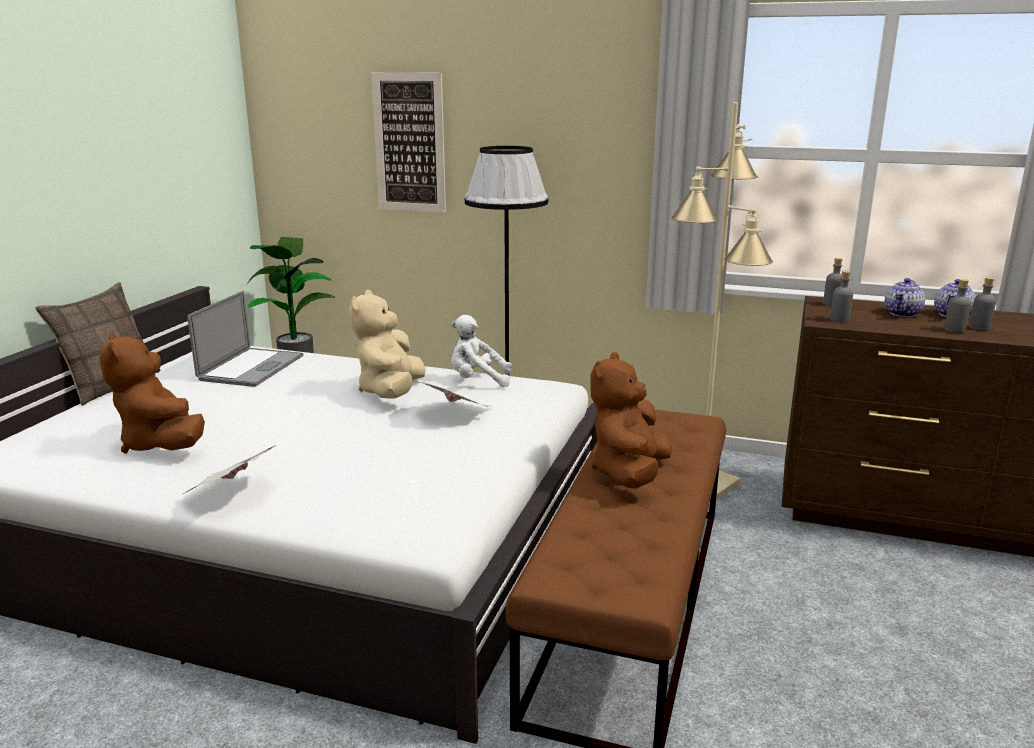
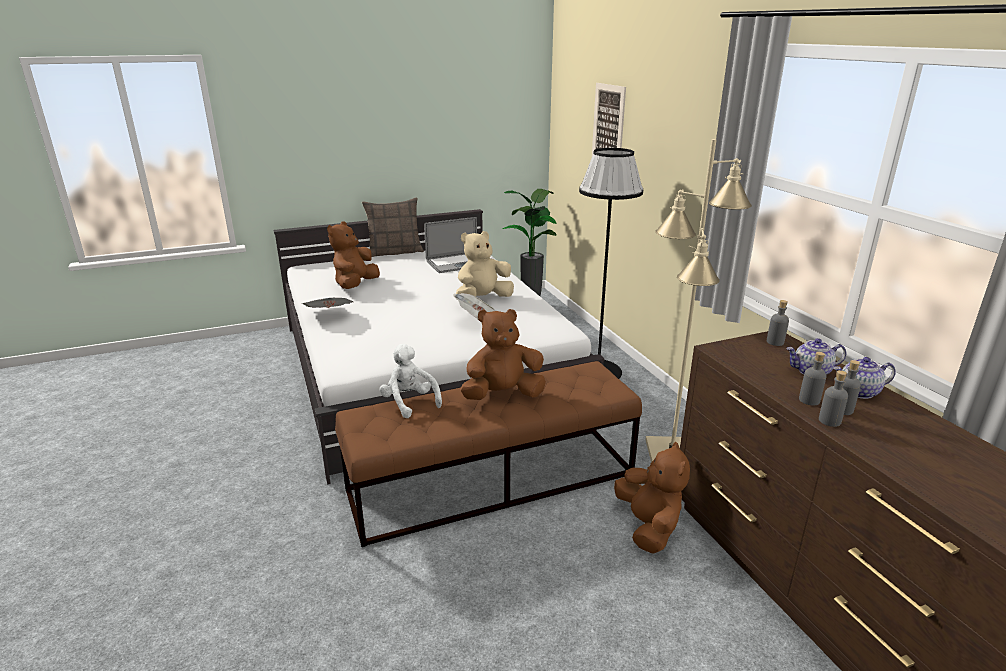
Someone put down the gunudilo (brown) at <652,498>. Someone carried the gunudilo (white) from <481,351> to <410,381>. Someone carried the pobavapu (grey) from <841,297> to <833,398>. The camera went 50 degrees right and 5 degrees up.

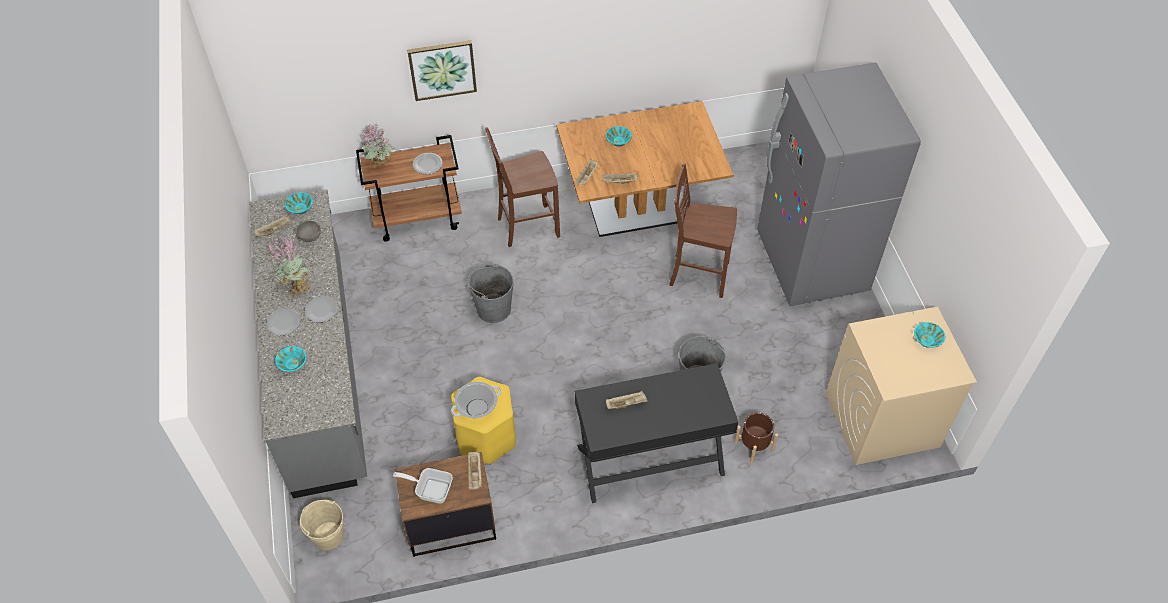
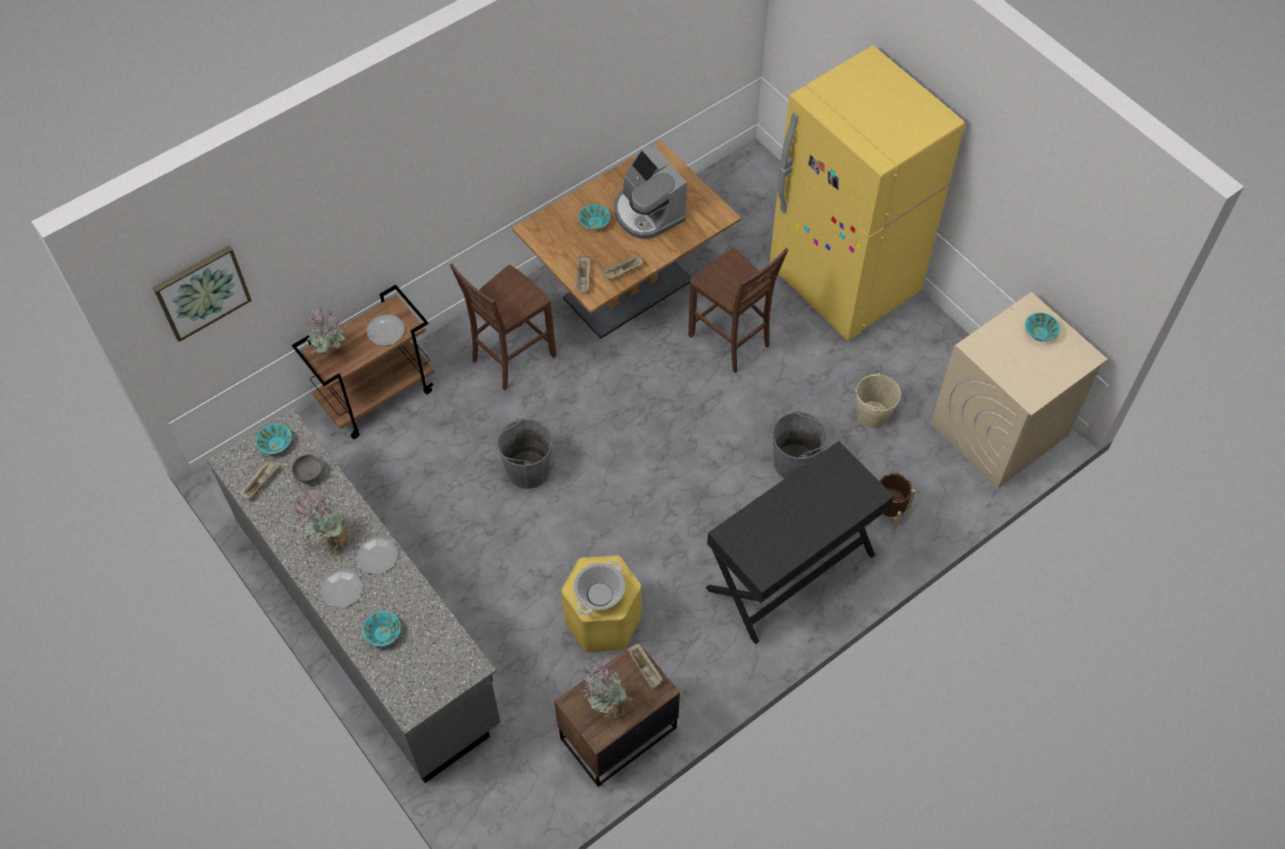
Someone took away the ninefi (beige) at <626,400>. Someone put down the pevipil at <650,192>. Someone carried the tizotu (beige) from <322,525> to <878,400>. Someone carried the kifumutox from <442,70> to <202,293>. Someone swapped the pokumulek at <423,486> for the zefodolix at <606,693>. Someone repainted the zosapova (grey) at <839,184>, which became the zosapova (yellow) at <867,193>. Someone rotated the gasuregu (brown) at <703,230> by 120 degrees counterclockwise. The camera went 25 degrees left and 5 degrees up.

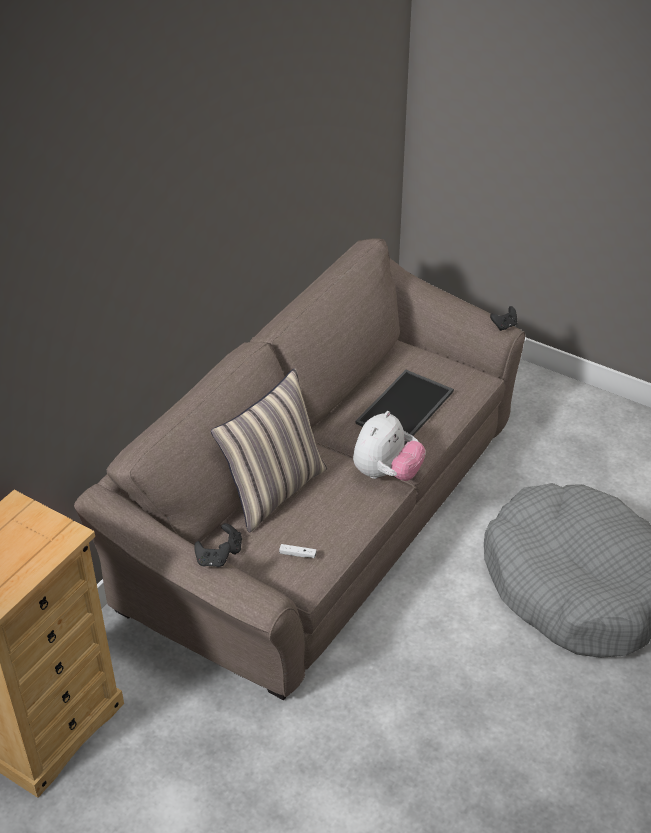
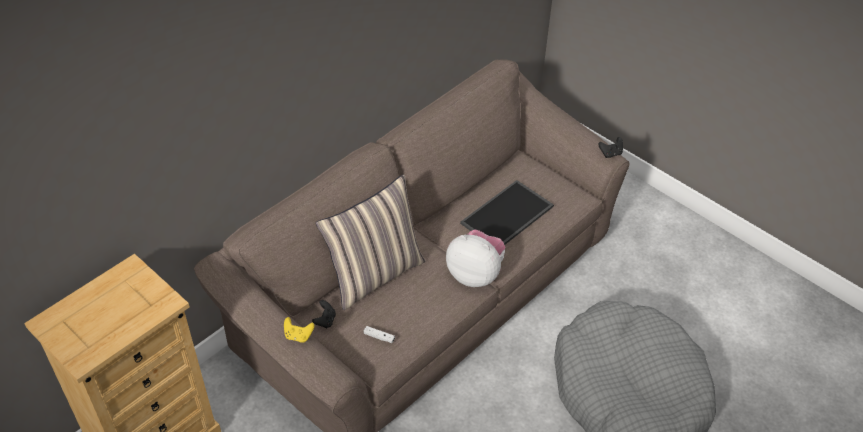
Someone repainted the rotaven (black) at <212,554>, which became the rotaven (yellow) at <299,330>. Someone rotated the gunudilo at <389,446> by 105 degrees counterclockwise. The camera went 10 degrees right and 5 degrees up.

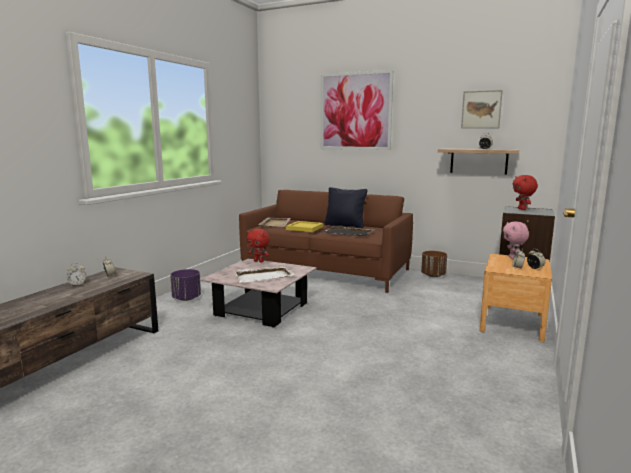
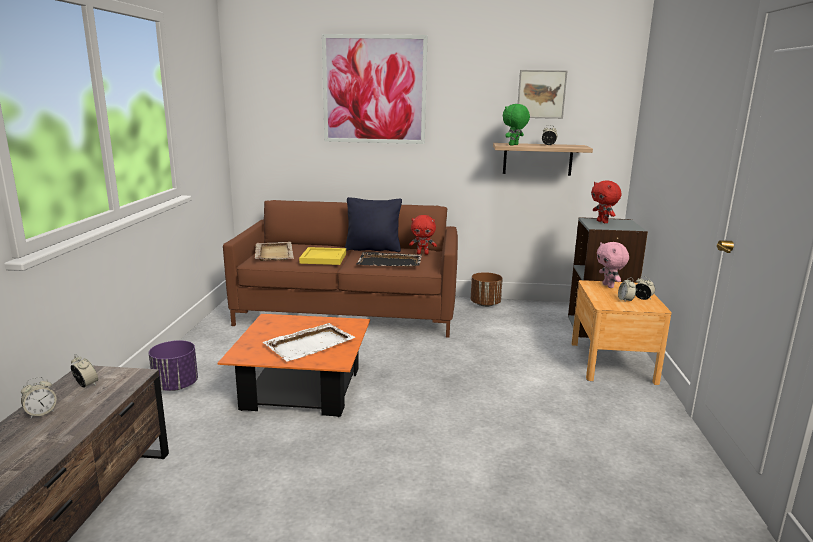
Someone put down the gunudilo (green) at <516,125>. Someone carried the gunudilo (red) from <258,246> to <423,235>. Someone repainted the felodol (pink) at <258,293>, which became the felodol (orange) at <293,365>. The camera went 20 degrees left and 5 degrees up.

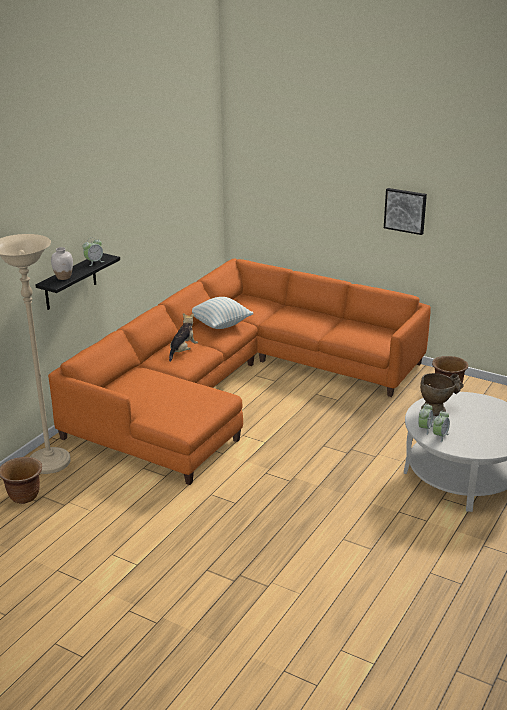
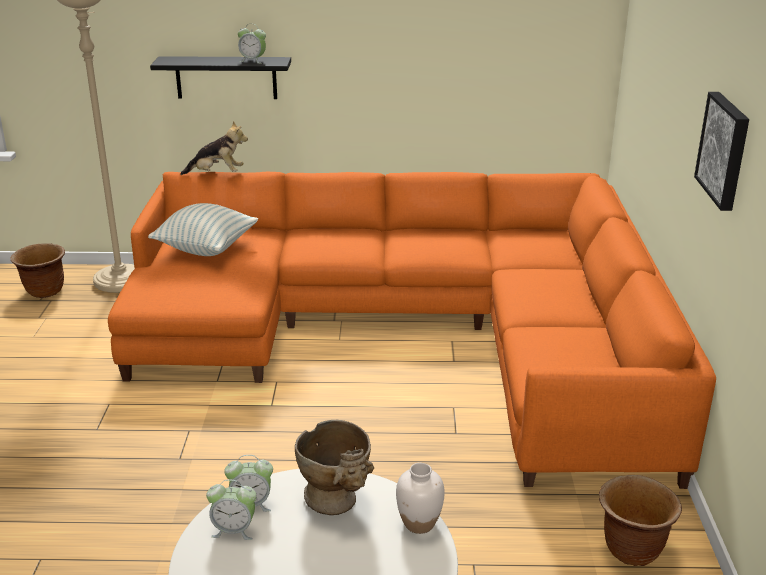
Someone carried the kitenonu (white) from <62,263> to <420,498>. Someone carried the gunudilo from <183,337> to <214,148>. Someone carried the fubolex from <222,313> to <203,229>. The camera went 60 degrees right and 0 degrees up.

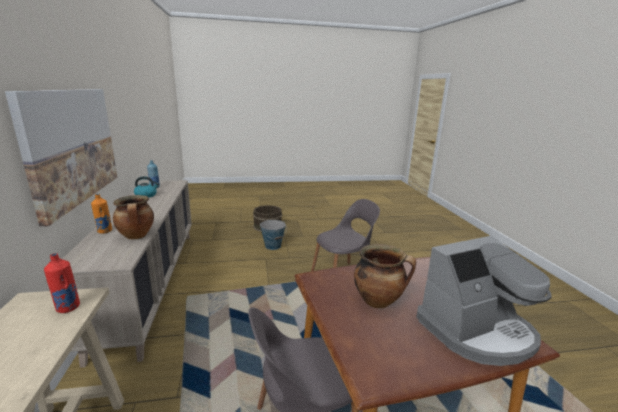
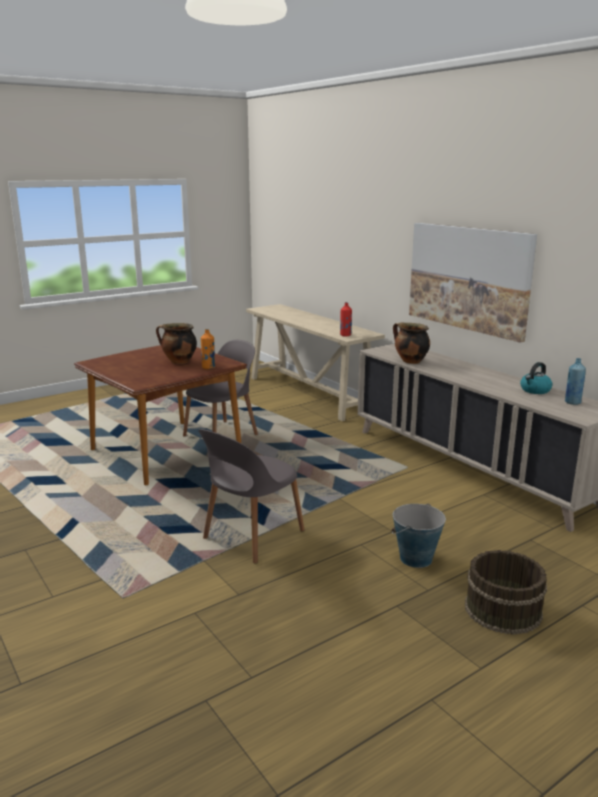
Someone took away the pevipil at <484,301>. Someone carried the pobavapu (orange) from <101,214> to <208,349>. The camera went 155 degrees right and 0 degrees up.

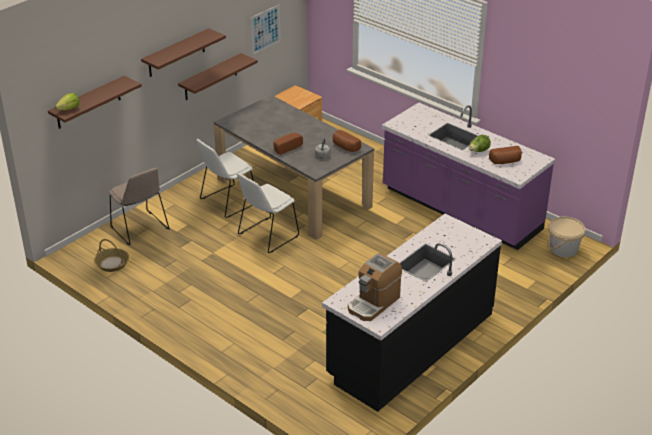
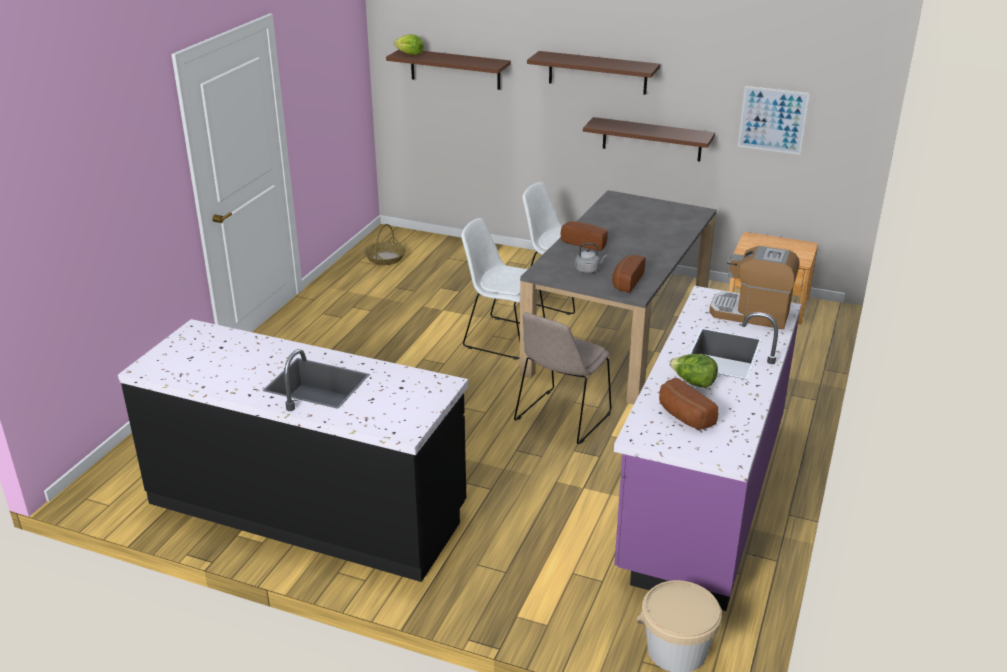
Someone carried the gasuregu (beige) from <139,206> to <562,378>. Someone carried the pevipil from <375,287> to <754,287>. The camera went 70 degrees right and 5 degrees down.

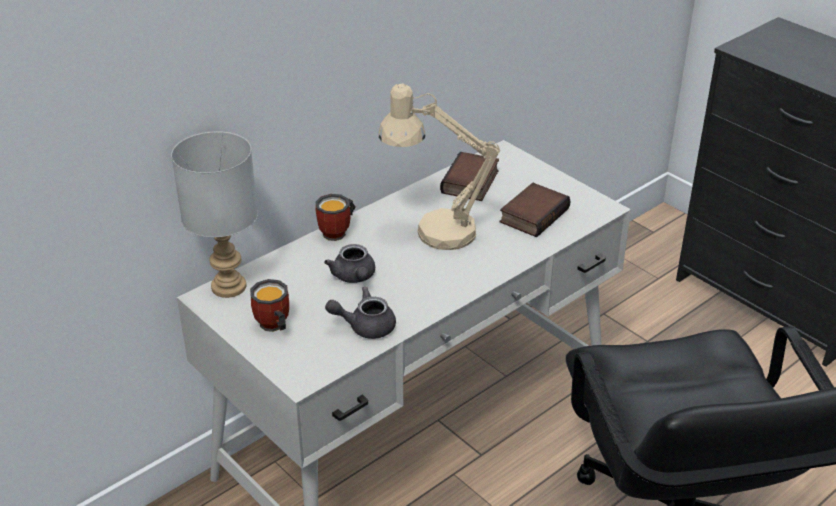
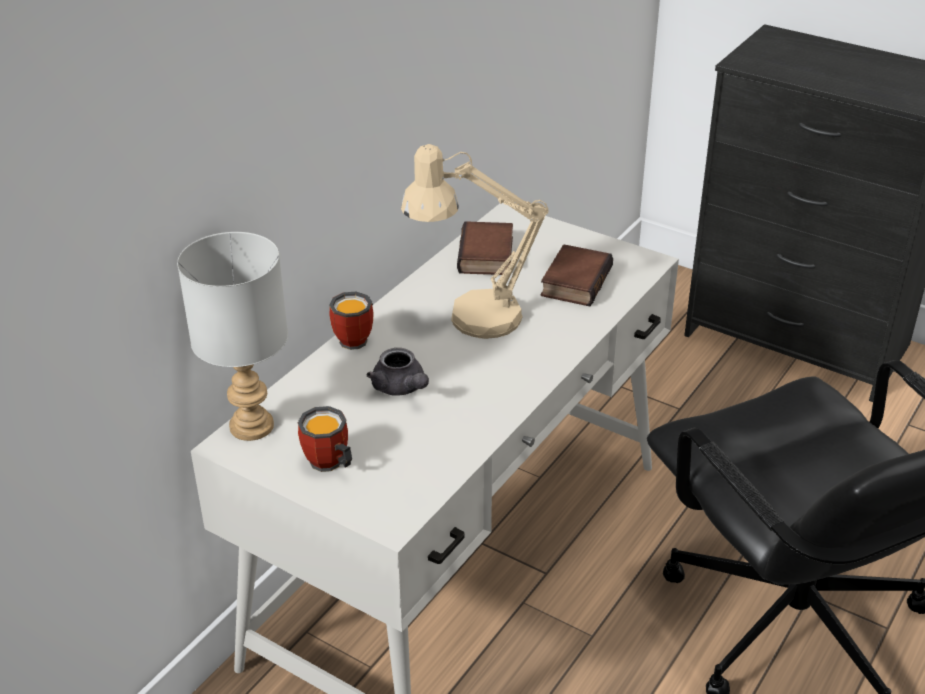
Someone took away the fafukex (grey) at <360,313>. The camera went 15 degrees left and 0 degrees up.

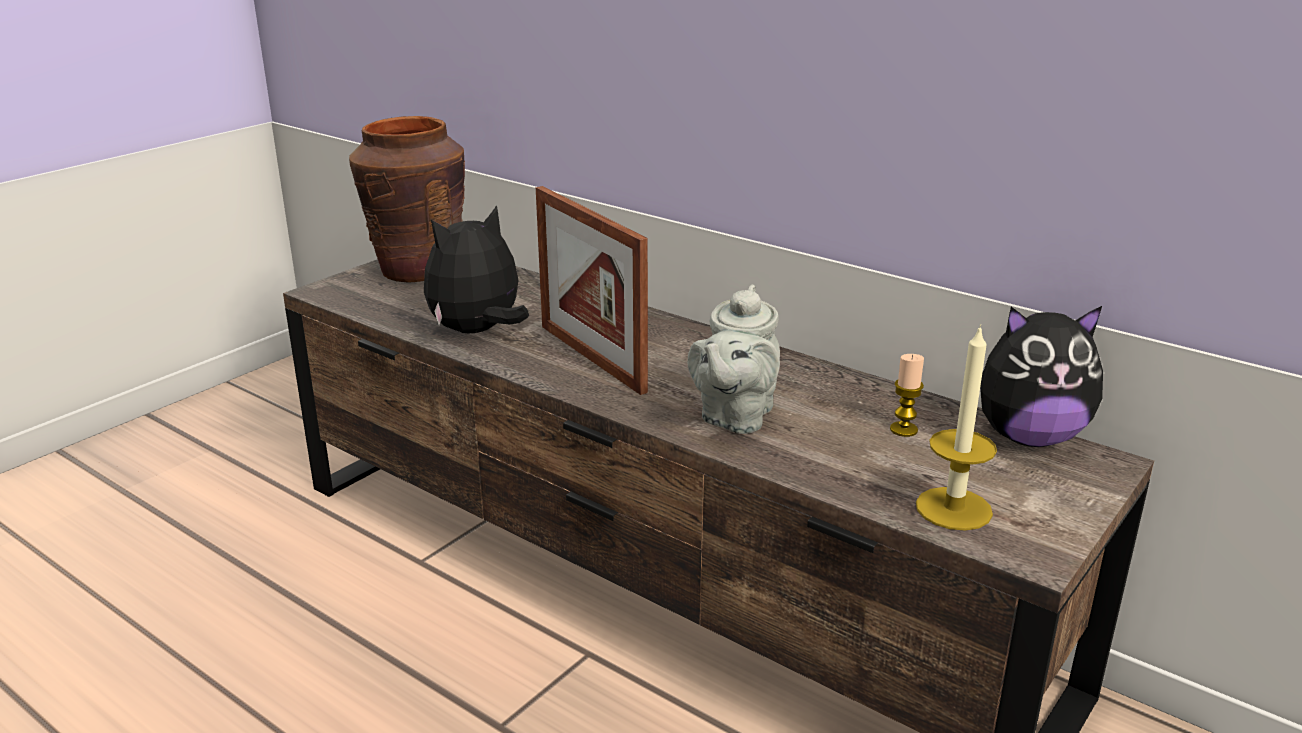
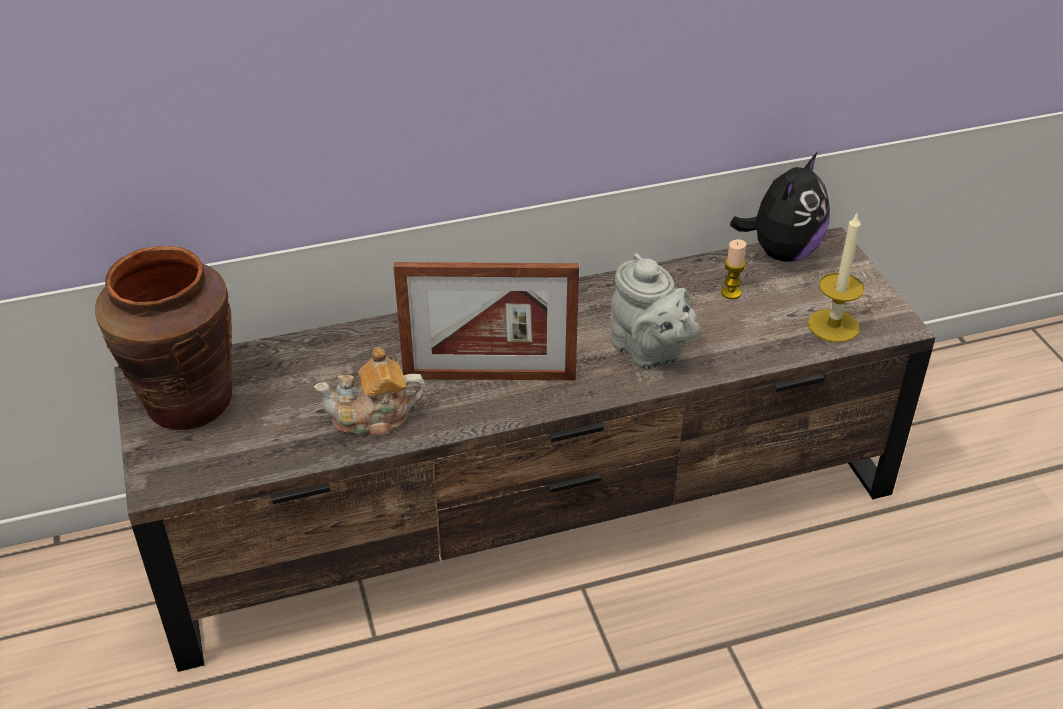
Someone swapped the gunudilo at <476,270> for the fafukex at <369,391>. The camera went 55 degrees left and 15 degrees up.

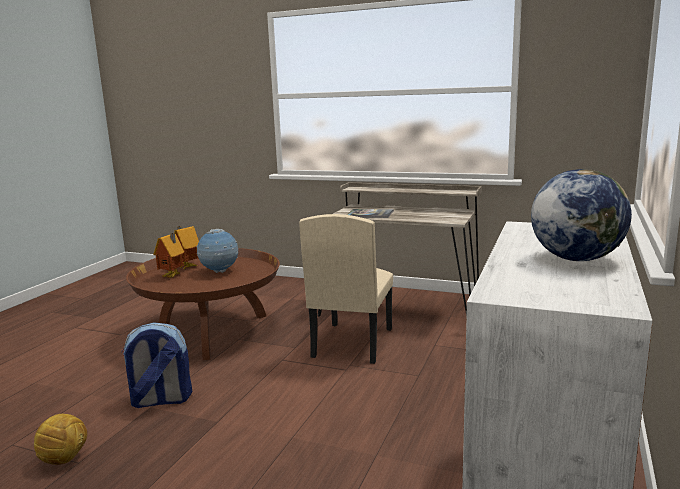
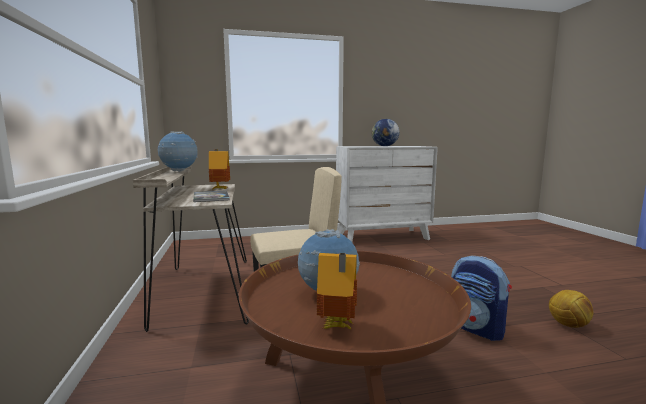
Someone put down the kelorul at <178,152>. Someone carried the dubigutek from <168,255> to <219,169>. The camera went 125 degrees left and 5 degrees down.

